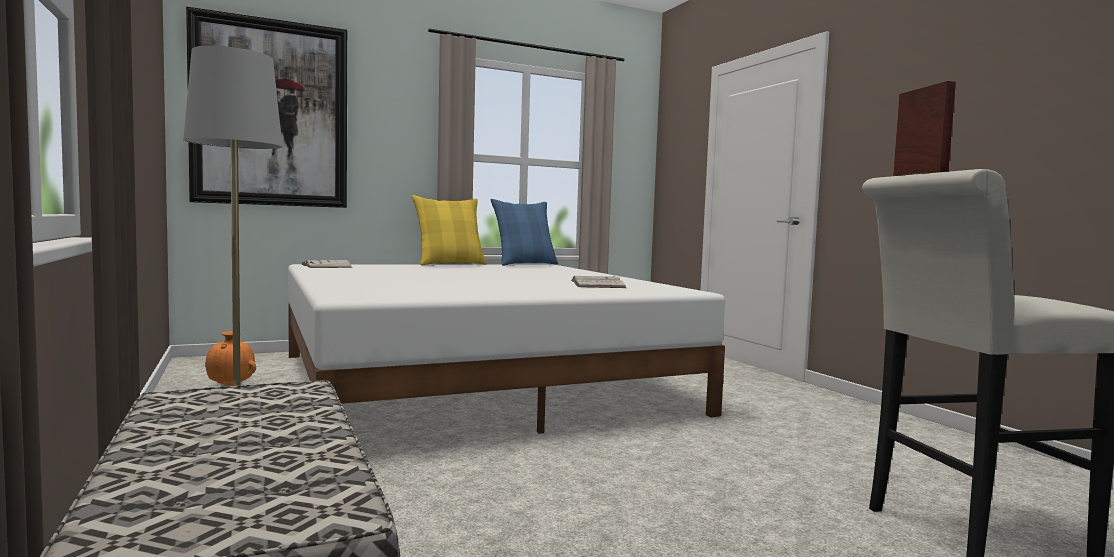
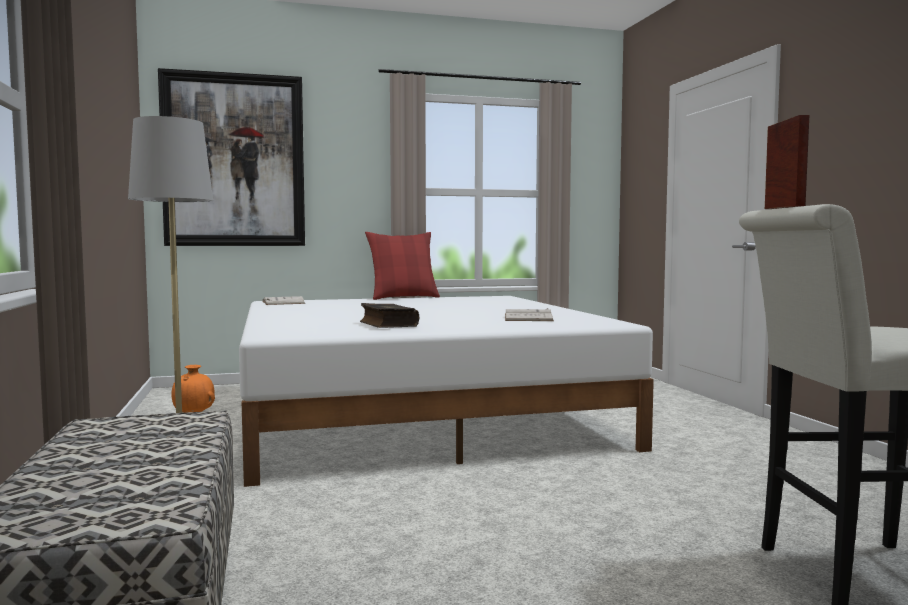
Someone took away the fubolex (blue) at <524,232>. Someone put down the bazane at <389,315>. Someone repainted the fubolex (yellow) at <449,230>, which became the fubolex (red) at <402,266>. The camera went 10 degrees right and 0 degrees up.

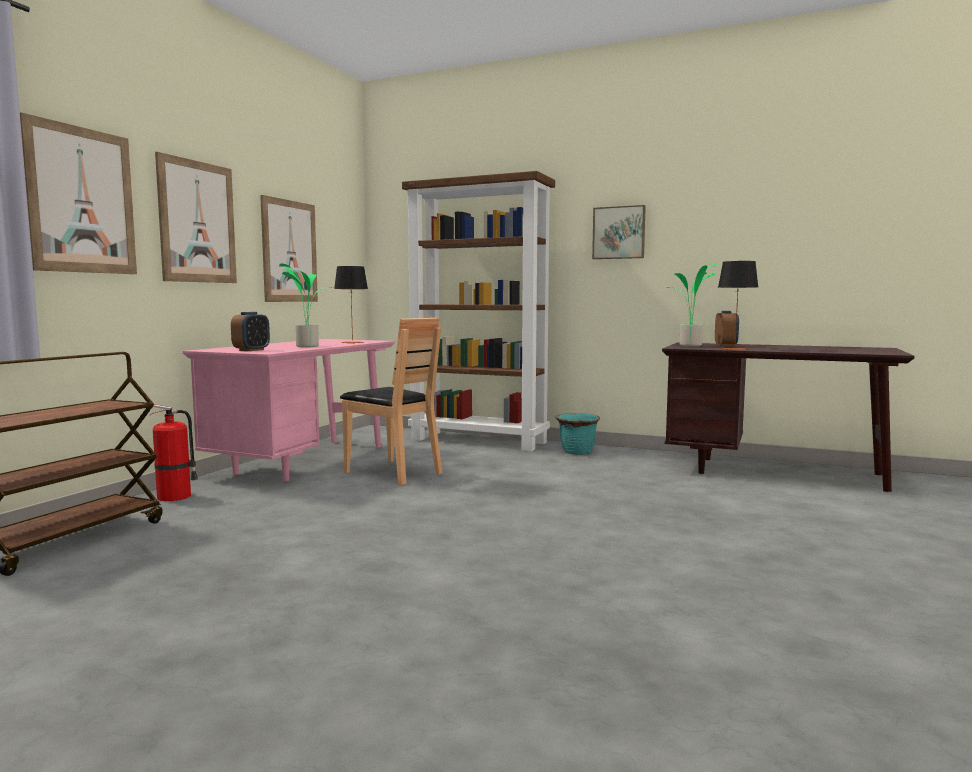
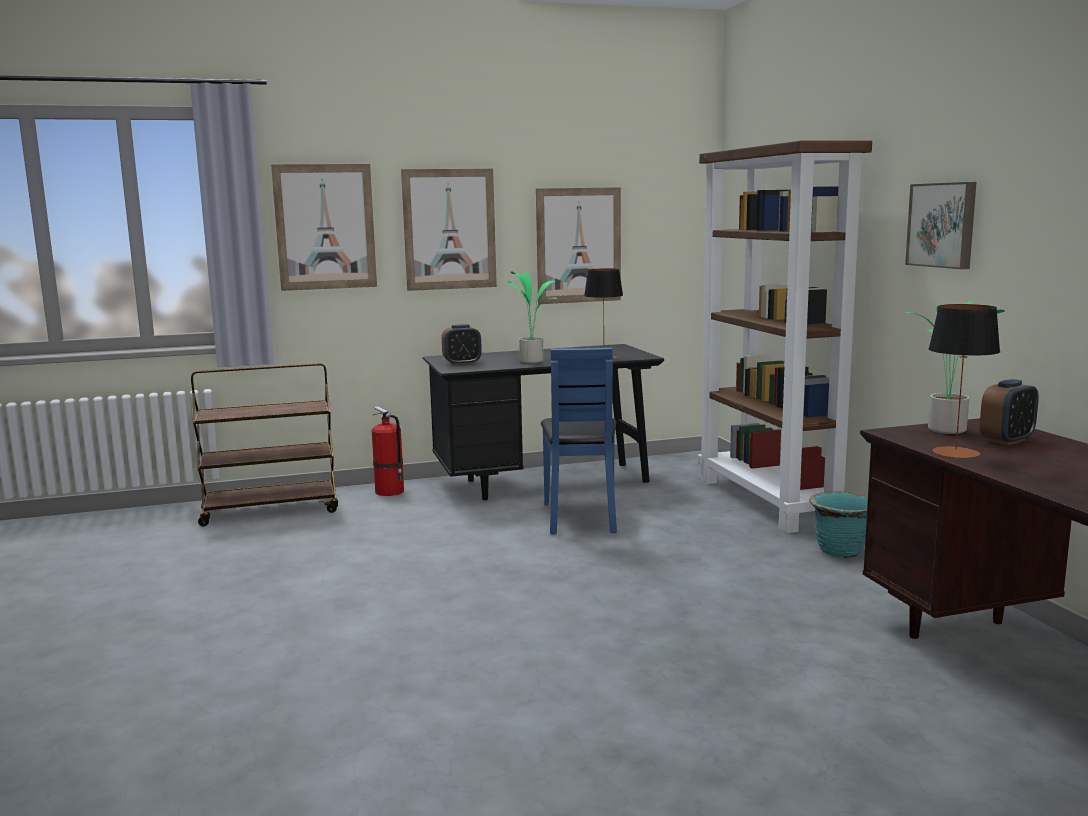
Someone repainted the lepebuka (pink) at <289,410>, which became the lepebuka (black) at <543,422>. Someone repainted the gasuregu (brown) at <391,401>, which became the gasuregu (blue) at <579,441>. The camera went 50 degrees right and 5 degrees up.

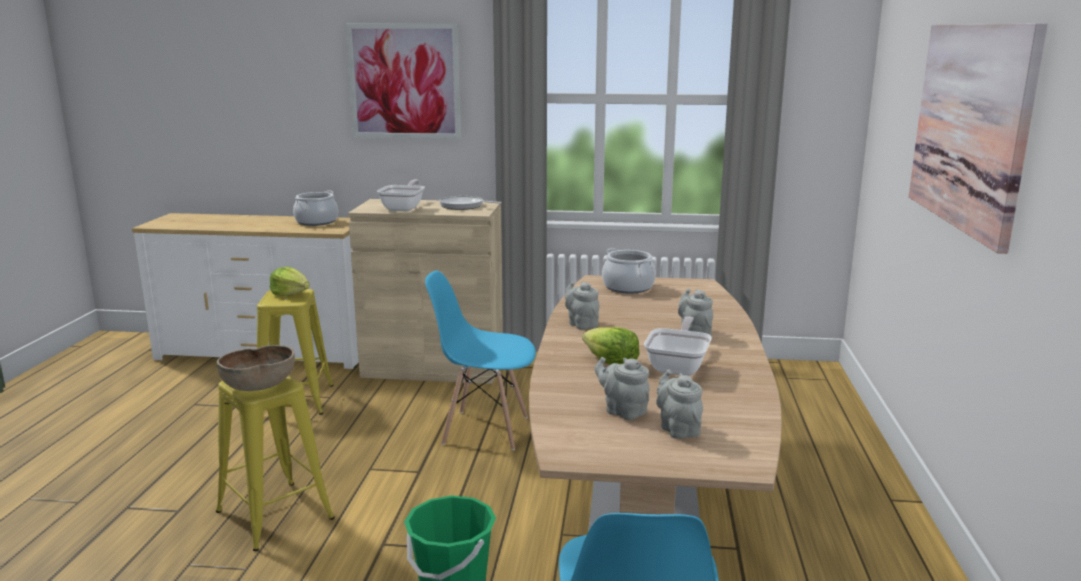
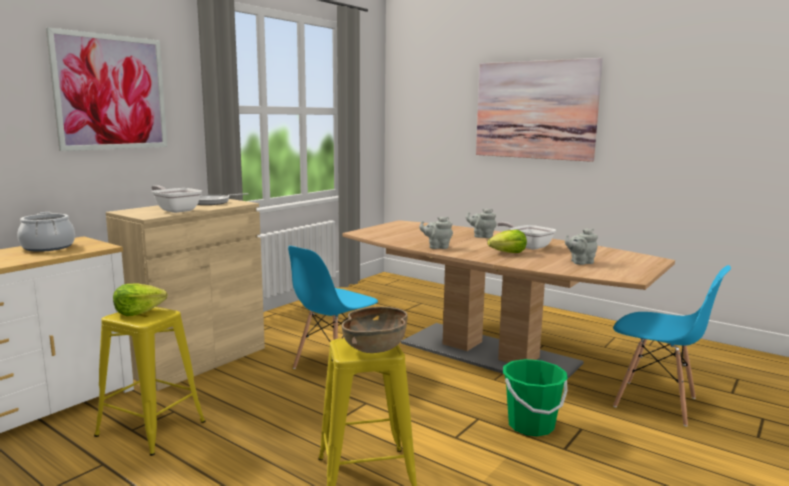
Someone took away the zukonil at <629,271>. Someone took away the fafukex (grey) at <679,404>. The camera went 60 degrees left and 5 degrees down.

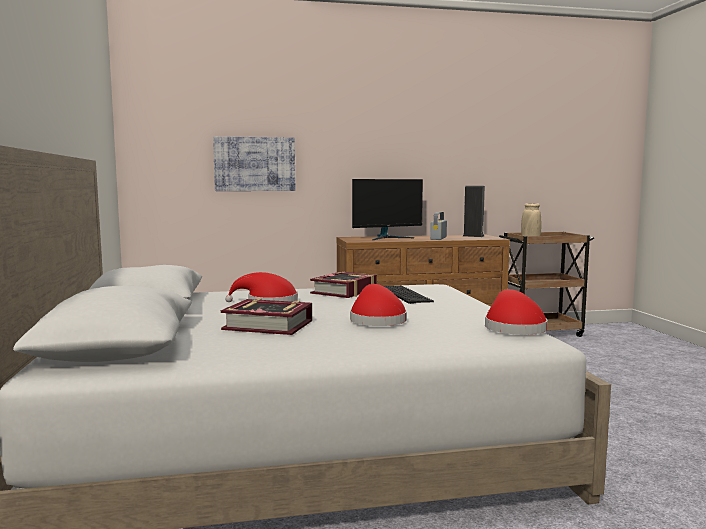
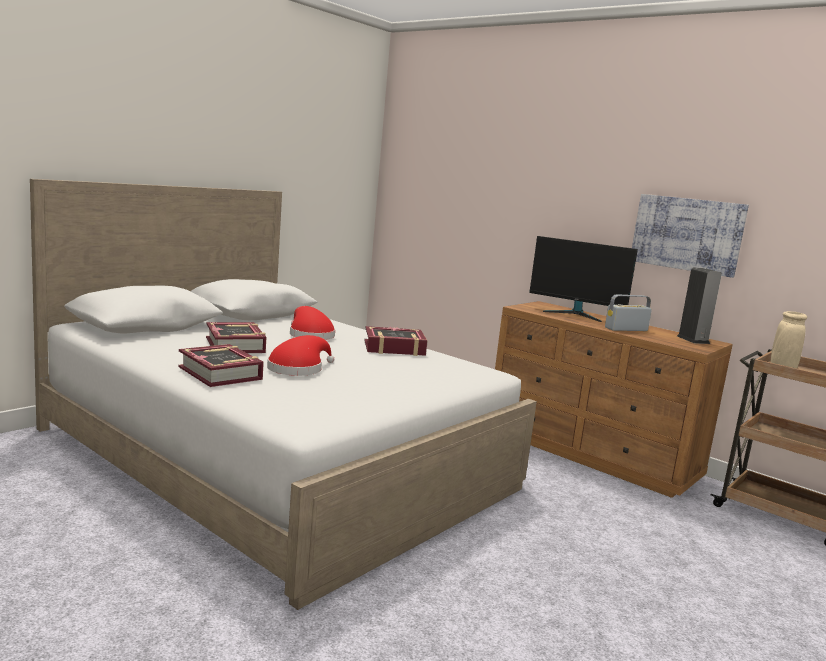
Someone took away the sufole at <409,295>. Someone took away the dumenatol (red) at <516,312>. Someone put down the bazane at <221,365>. Someone carried the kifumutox from <254,163> to <690,236>. The camera went 50 degrees right and 5 degrees up.

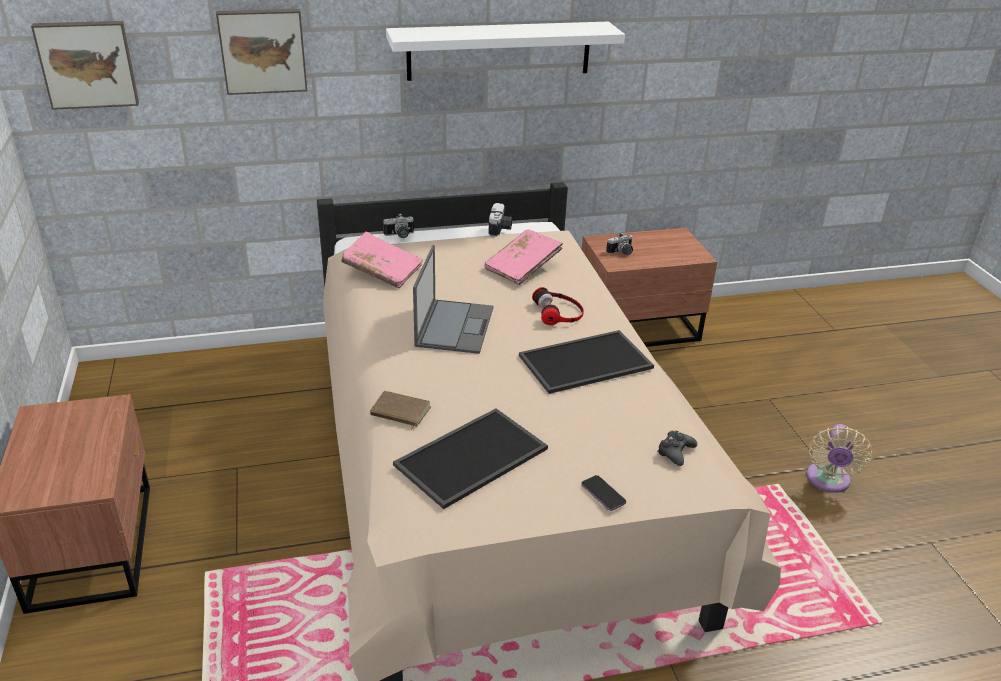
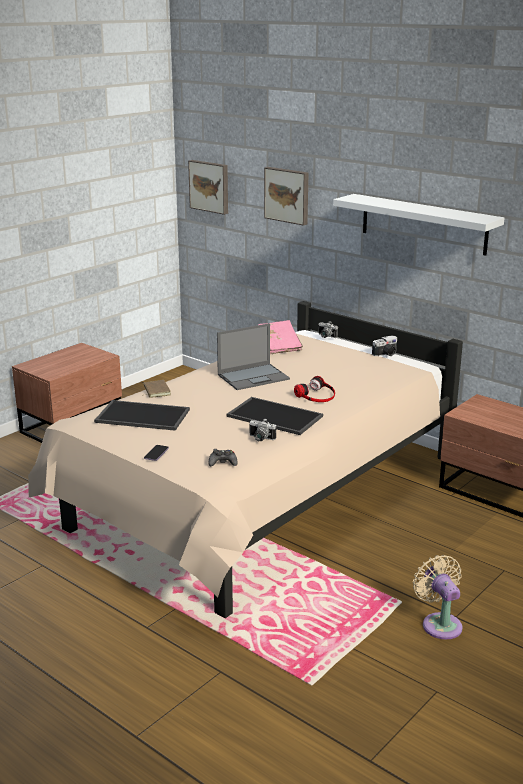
Someone took away the bazane (pink) at <523,257>. Someone carried the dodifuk from <619,244> to <262,430>. Someone rotated the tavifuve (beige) at <839,458> by 90 degrees clockwise. The camera went 55 degrees right and 10 degrees down.

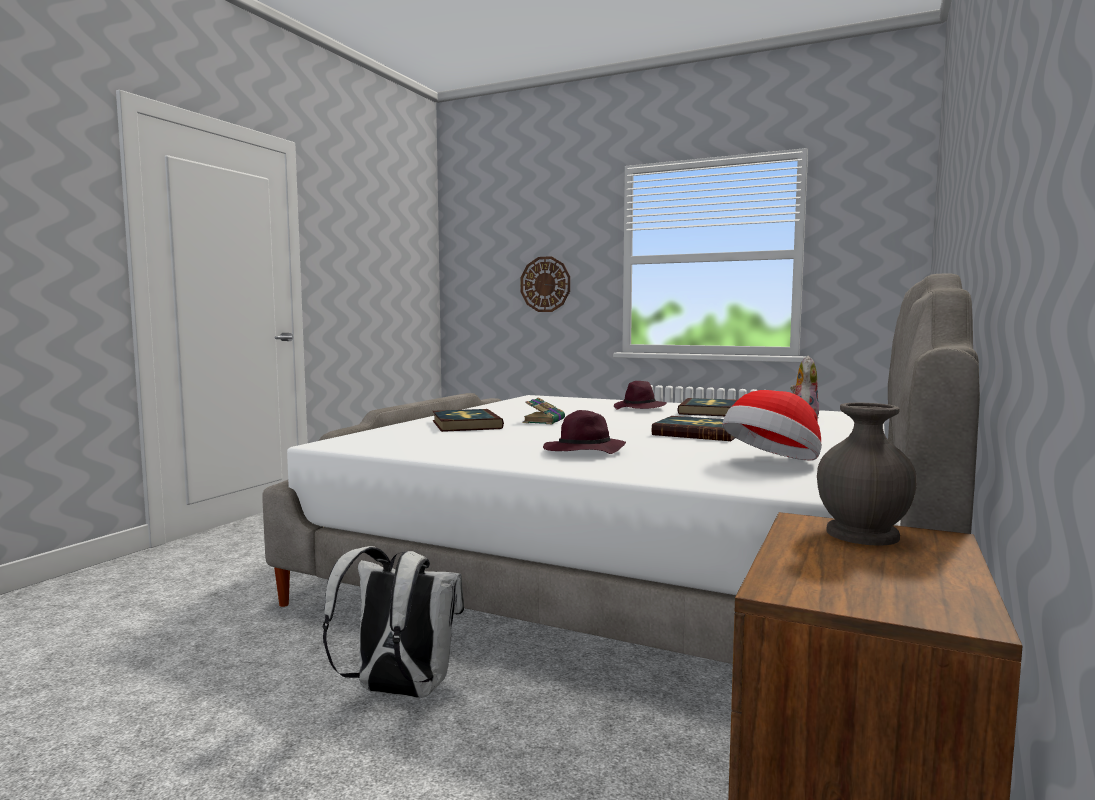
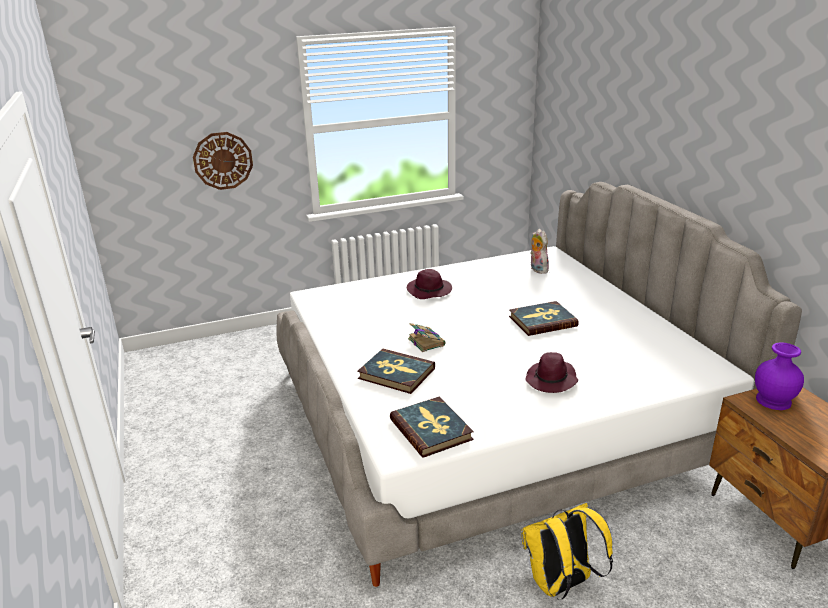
Someone took away the dumenatol at <772,425>. Someone carried the bazane from <707,407> to <432,427>. Someone repainted the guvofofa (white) at <393,622>, which became the guvofofa (yellow) at <567,551>. Someone repainted the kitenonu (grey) at <867,474>, which became the kitenonu (purple) at <779,376>. The camera went 45 degrees left and 20 degrees up.

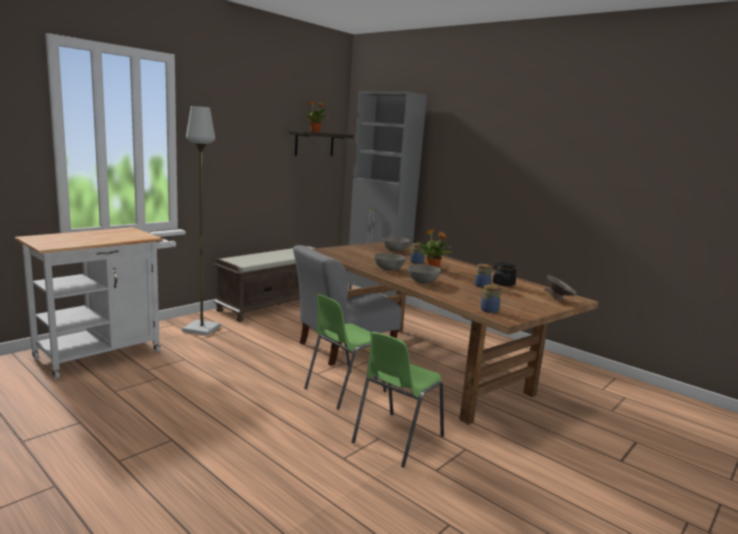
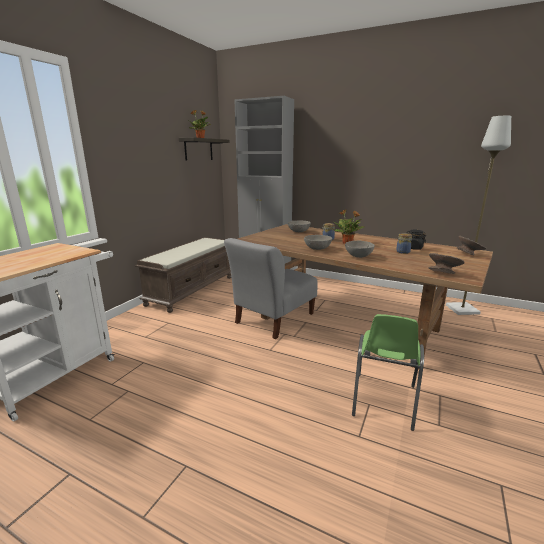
Someone took away the gasuregu (green) at <345,352>. Someone carried the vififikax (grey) from <201,221> to <478,215>. Someone swapped the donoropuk at <491,299> for the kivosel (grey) at <446,263>. The camera went 15 degrees left and 5 degrees up.

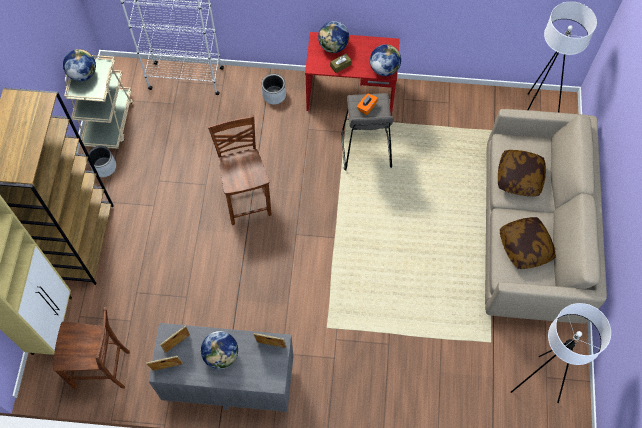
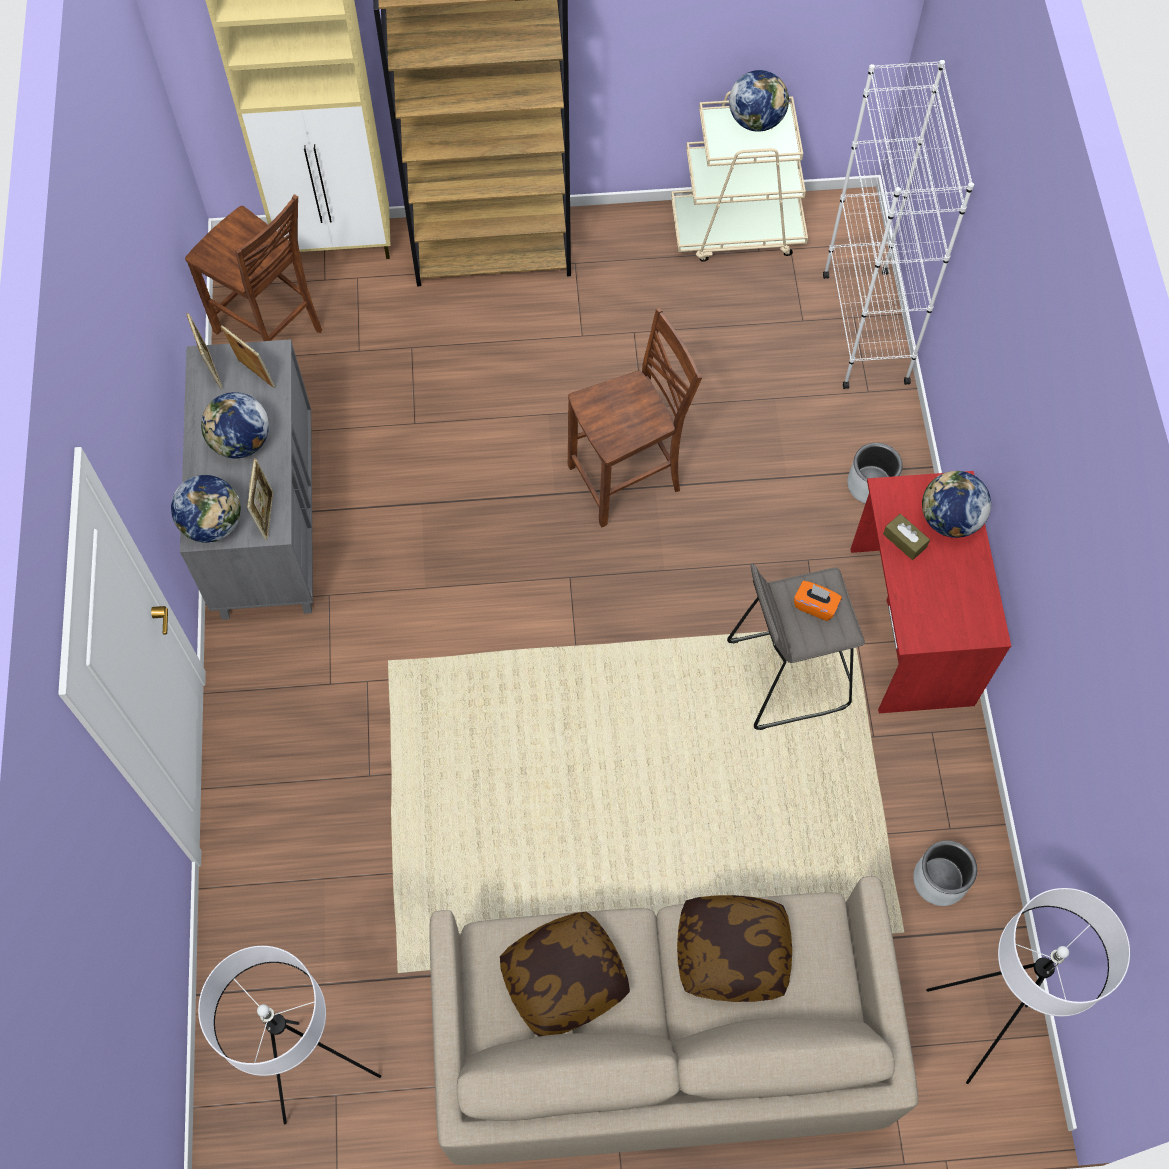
Someone carried the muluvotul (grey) from <102,161> to <945,873>. Someone carried the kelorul from <385,60> to <206,509>. Someone rotated the gasuregu (brown) at <91,348> by 45 degrees counterclockwise. The camera went 80 degrees right and 0 degrees up.

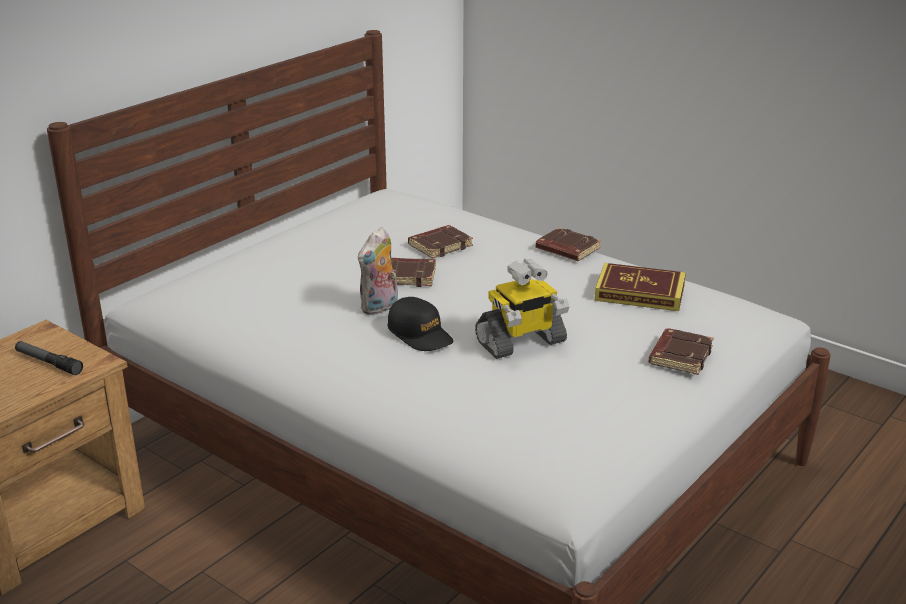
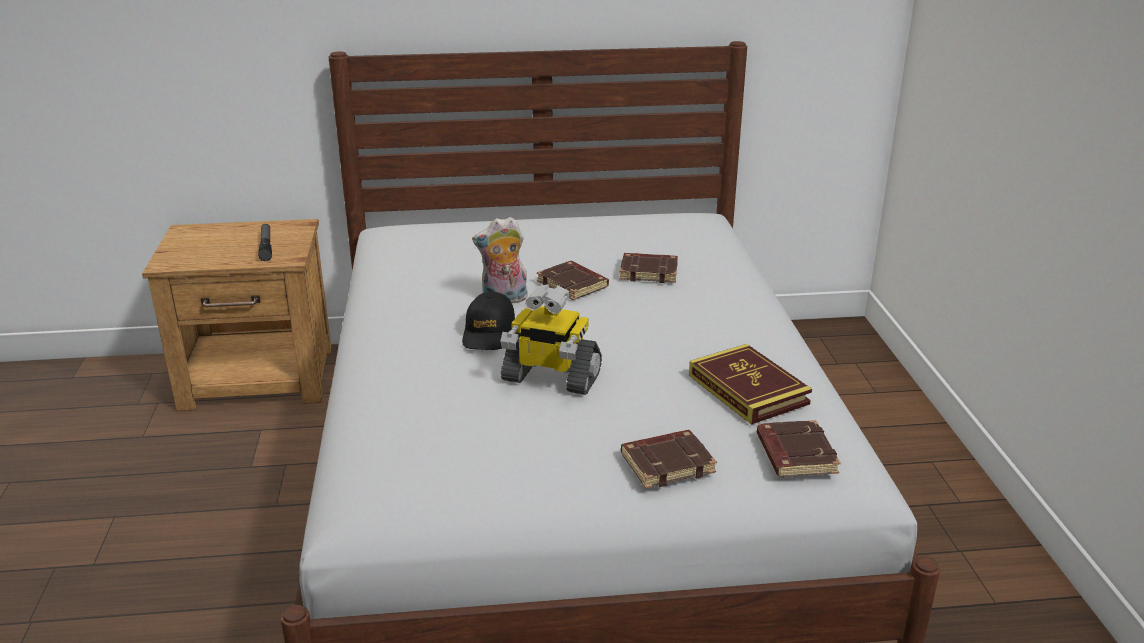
Someone carried the bazane (brown) from <568,244> to <799,448>. The camera went 45 degrees right and 0 degrees up.

